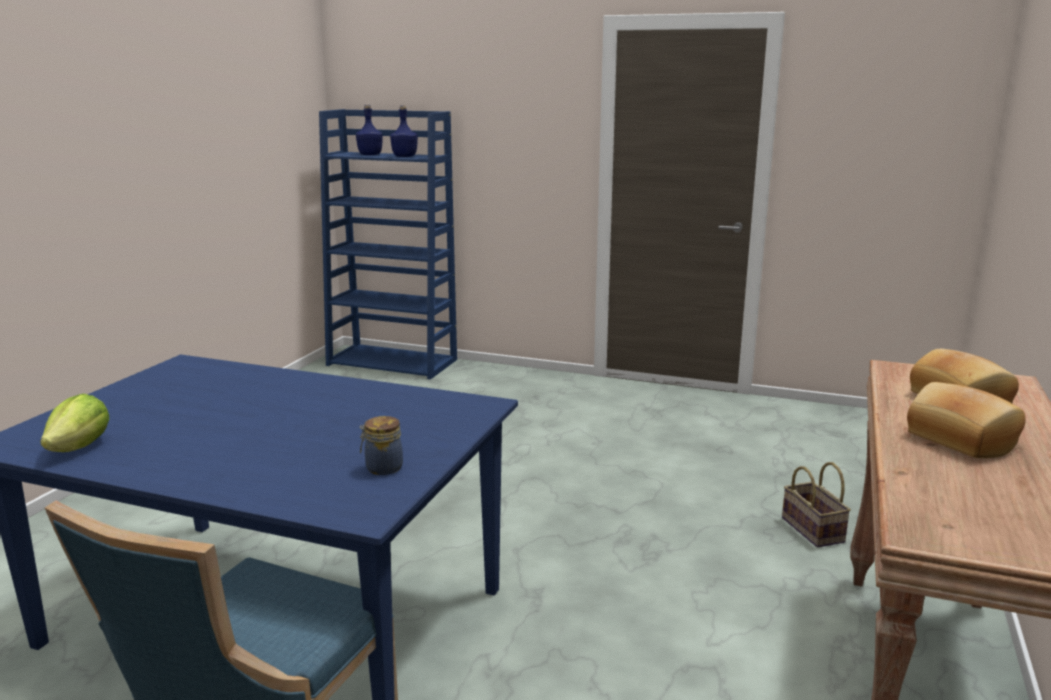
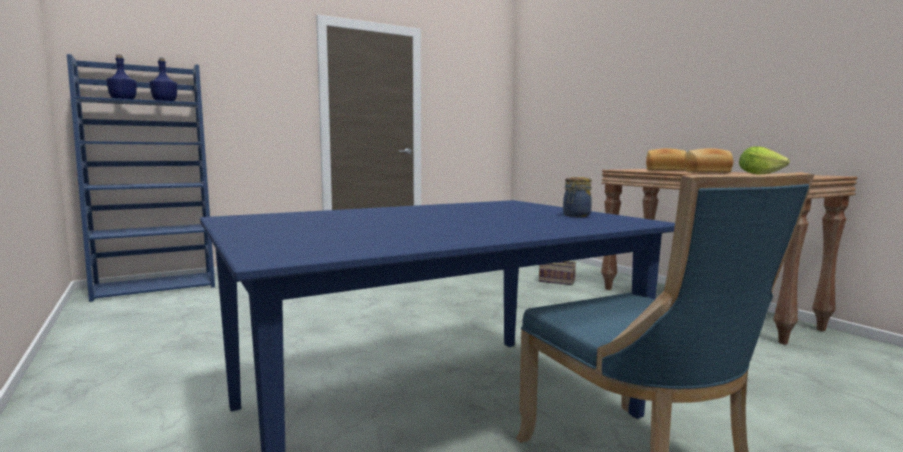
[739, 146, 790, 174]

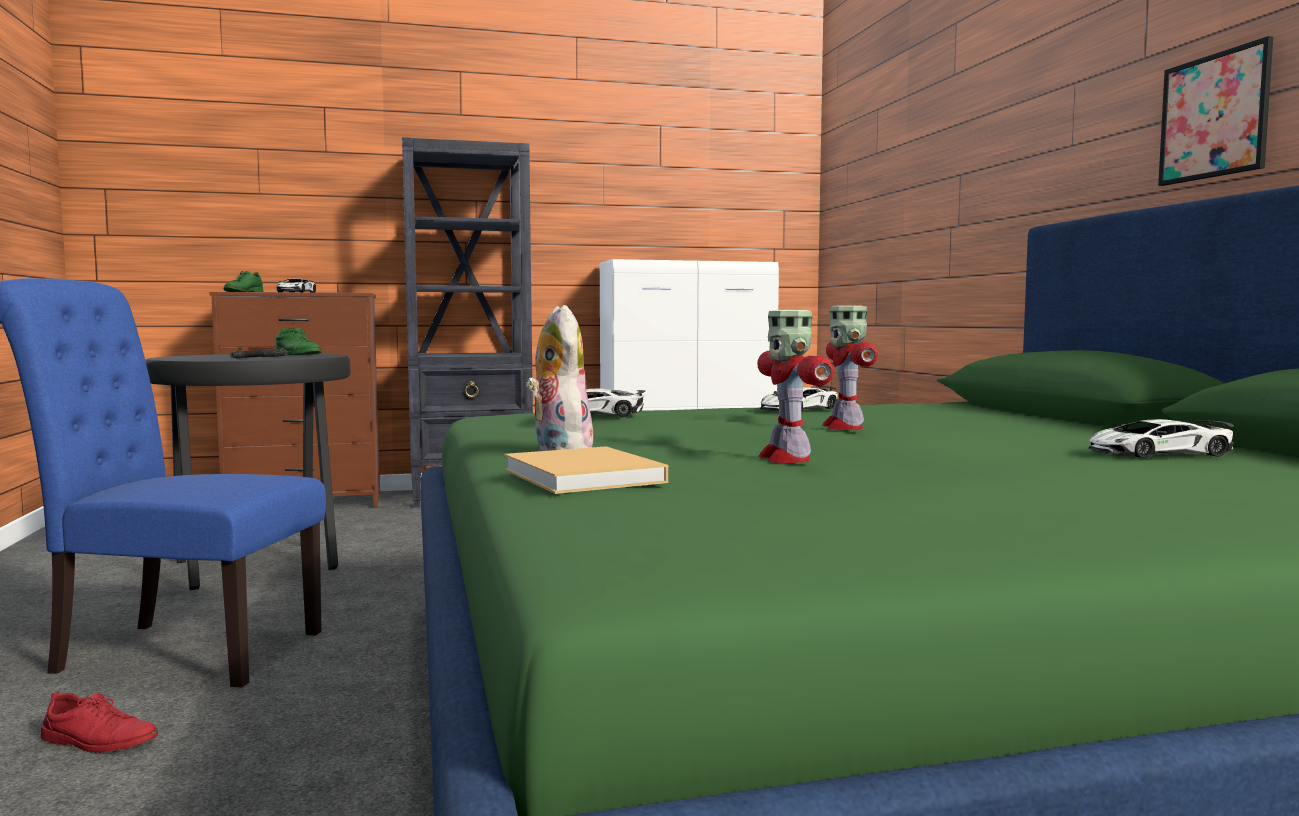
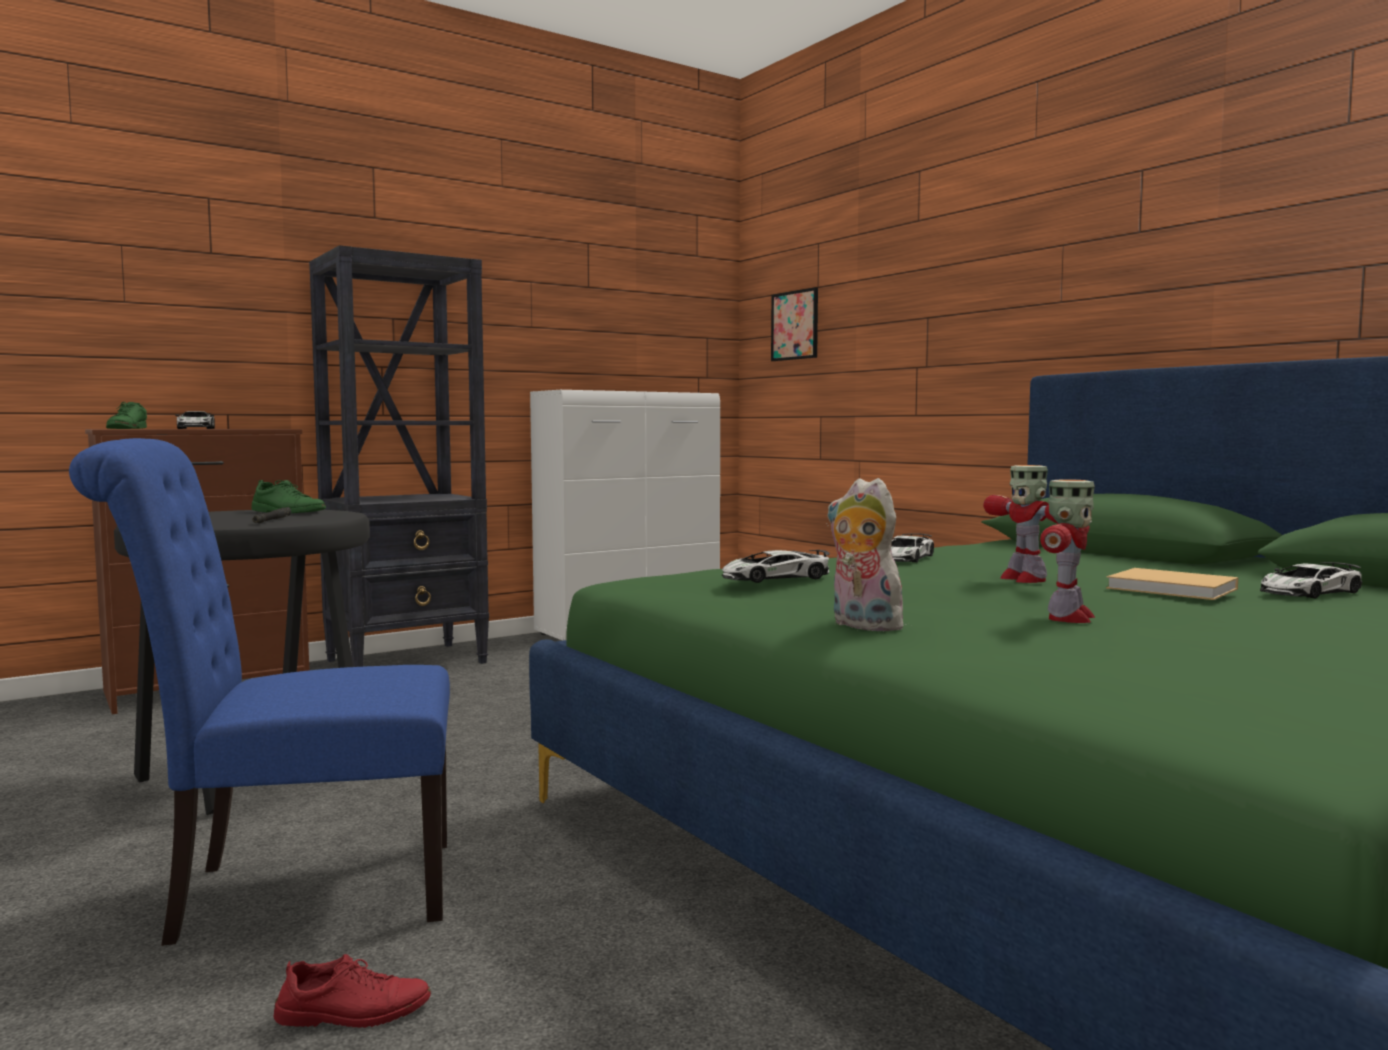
[1106, 568, 1239, 600]
[771, 287, 818, 361]
[1040, 479, 1095, 623]

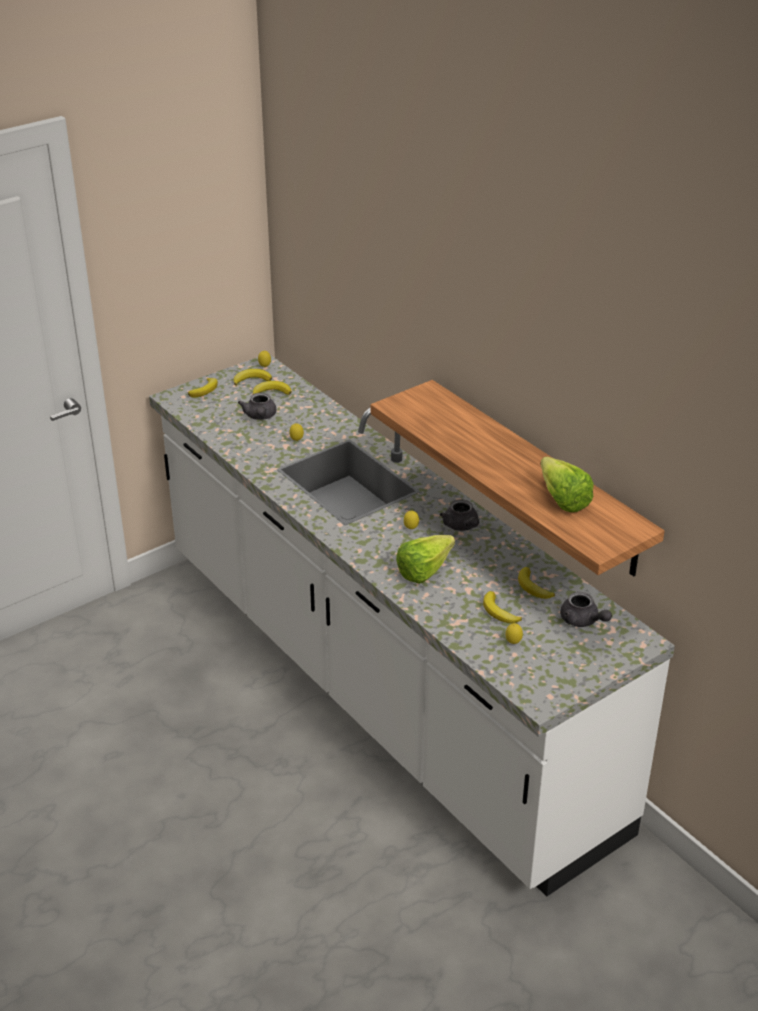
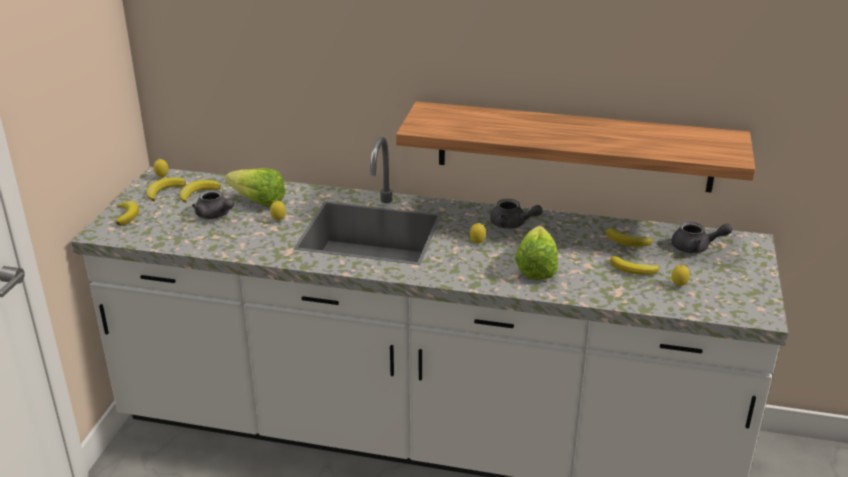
[225, 168, 285, 207]

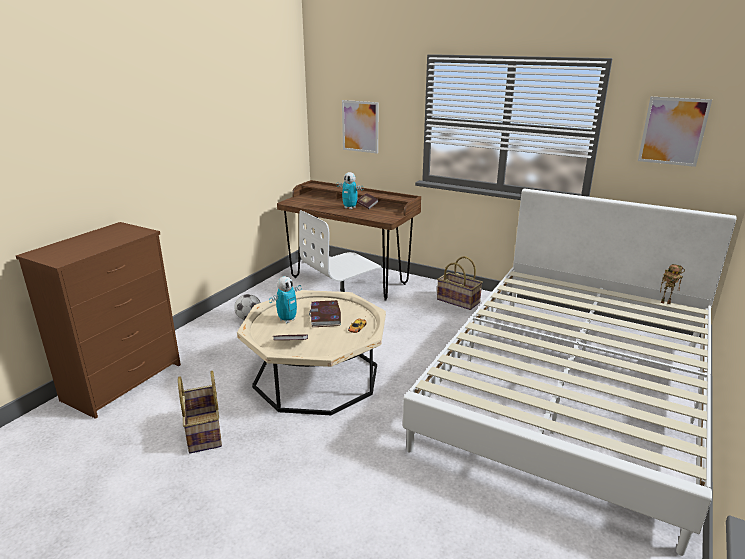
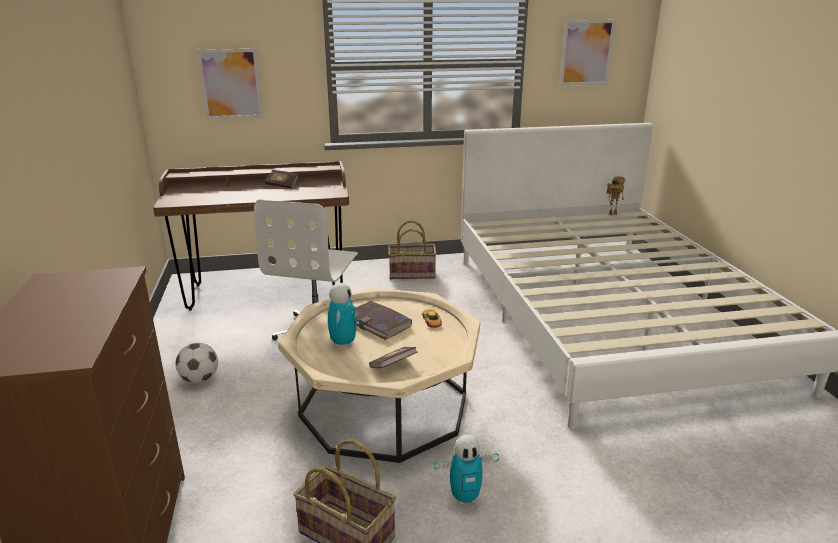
[434, 435, 499, 505]

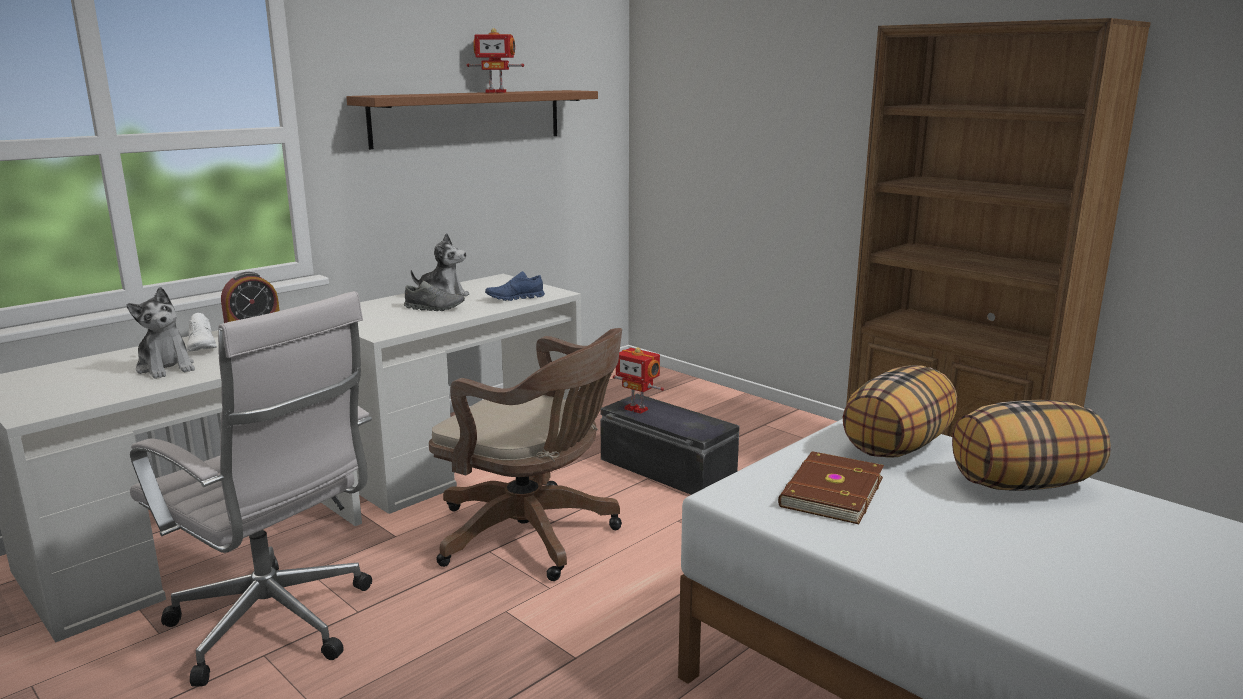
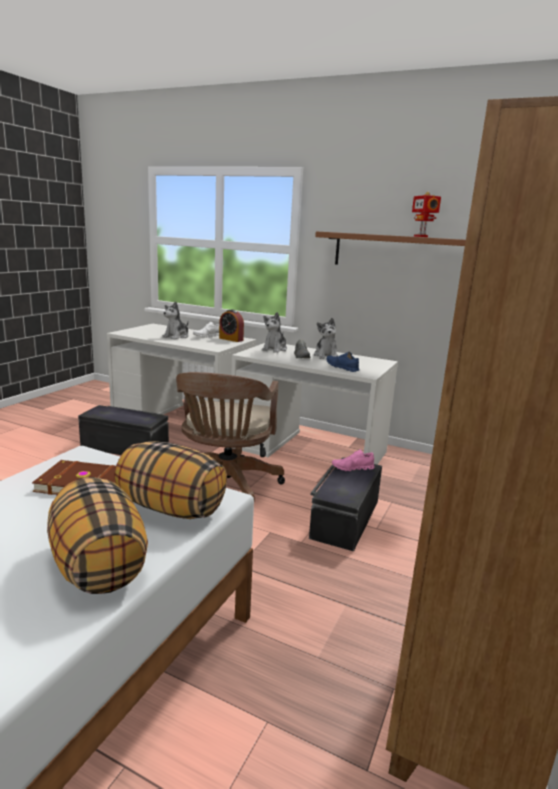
[262, 312, 287, 353]
[78, 405, 169, 455]
[332, 449, 375, 471]

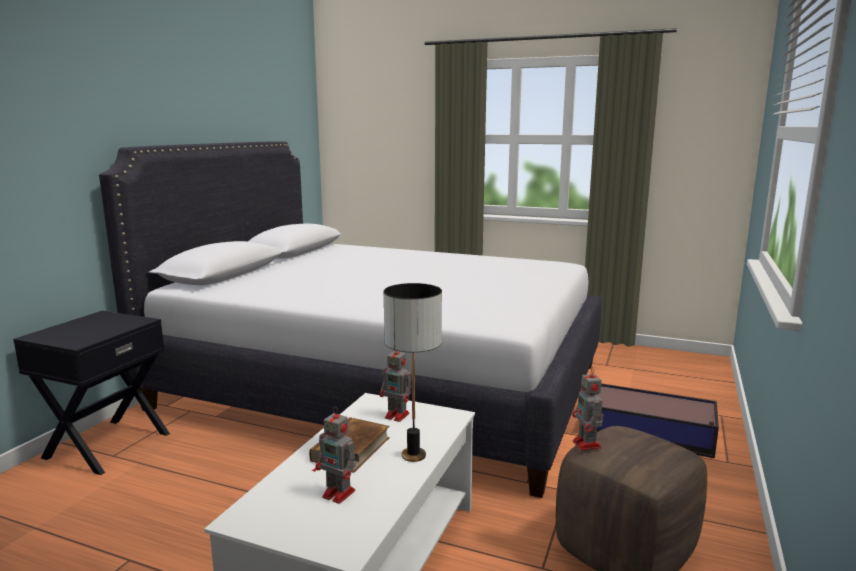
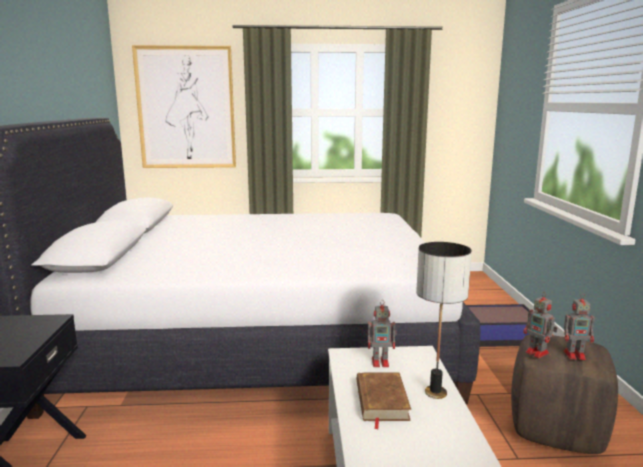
[132, 45, 236, 168]
[564, 294, 595, 360]

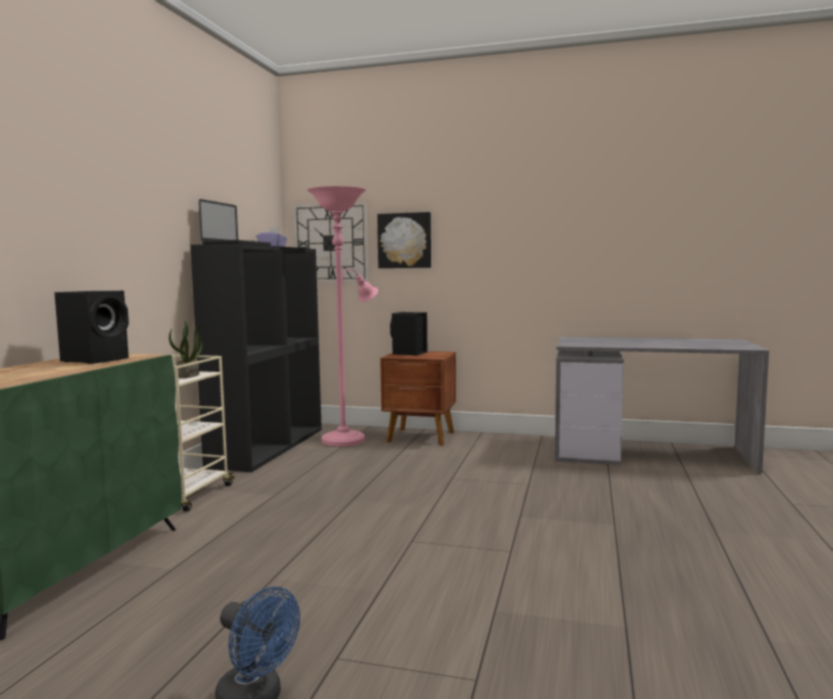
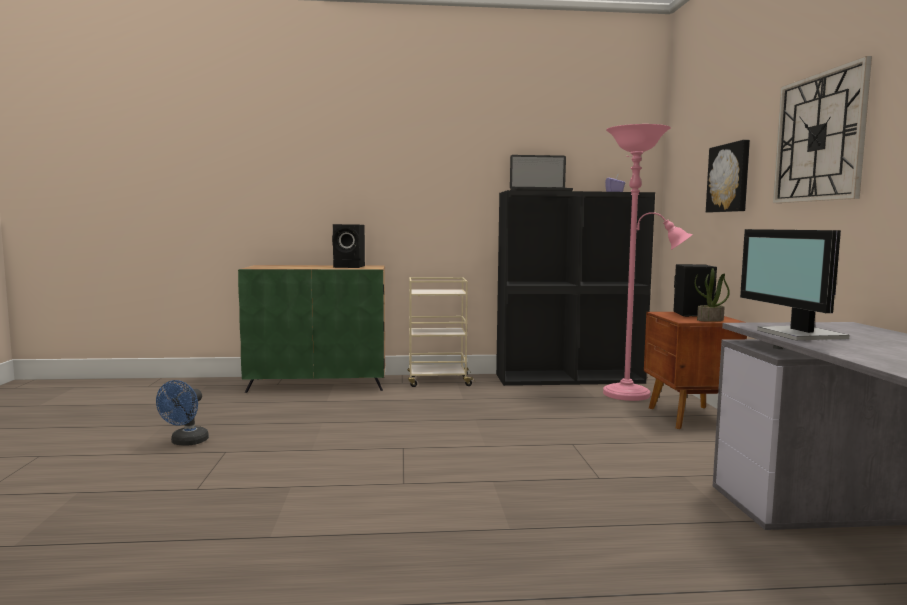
[740, 229, 849, 340]
[695, 268, 730, 322]
[773, 56, 872, 203]

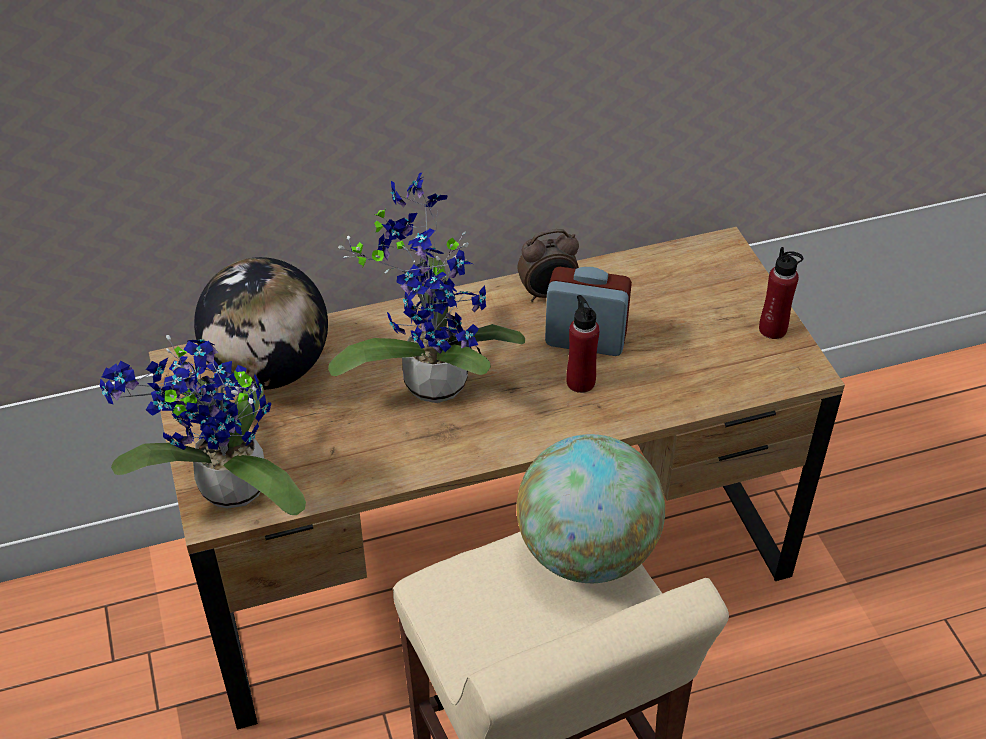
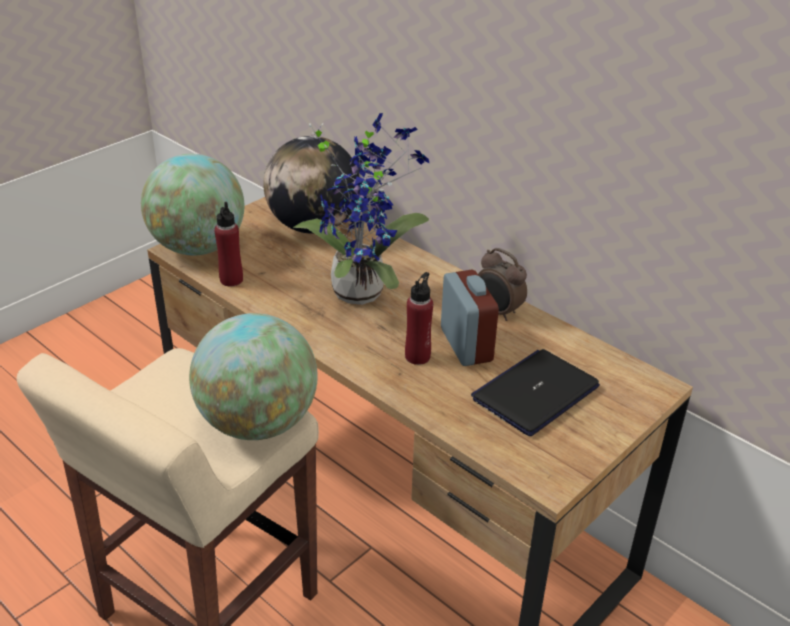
[471, 349, 600, 436]
[215, 202, 243, 287]
[141, 154, 244, 256]

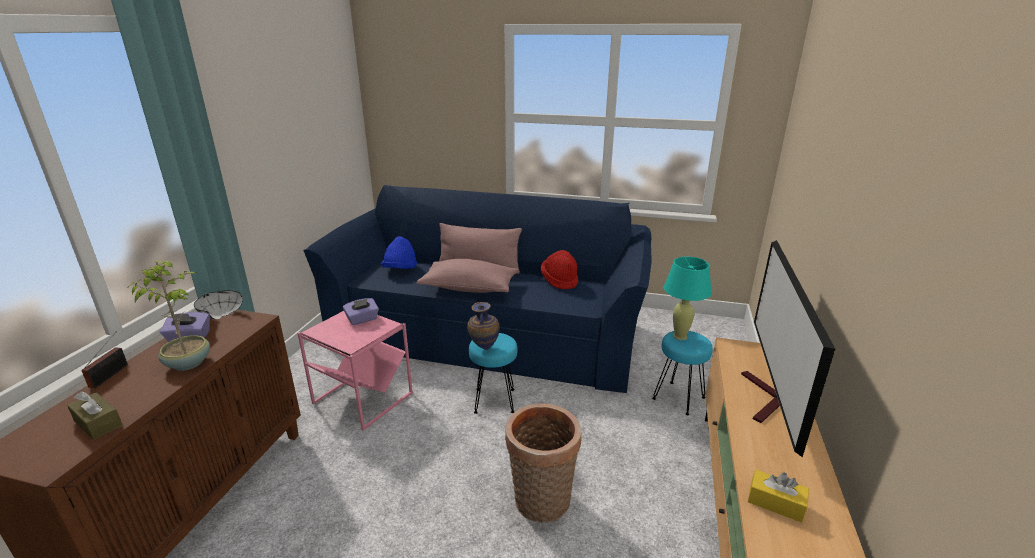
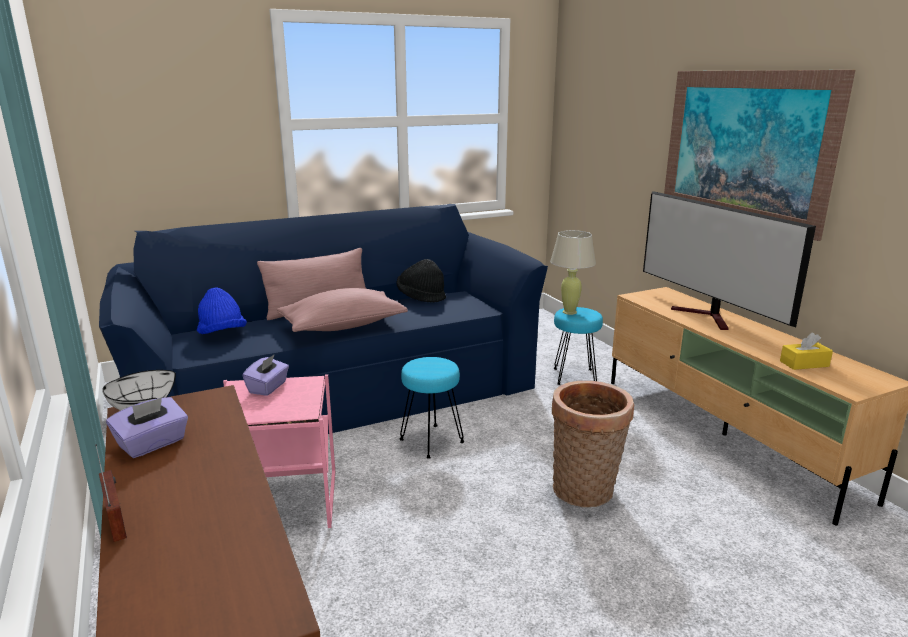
[67, 391, 123, 440] (first image)
[128, 261, 210, 371] (first image)
[467, 302, 500, 350] (first image)
[664, 70, 855, 241]
[396, 259, 446, 303]
[550, 230, 596, 315]

